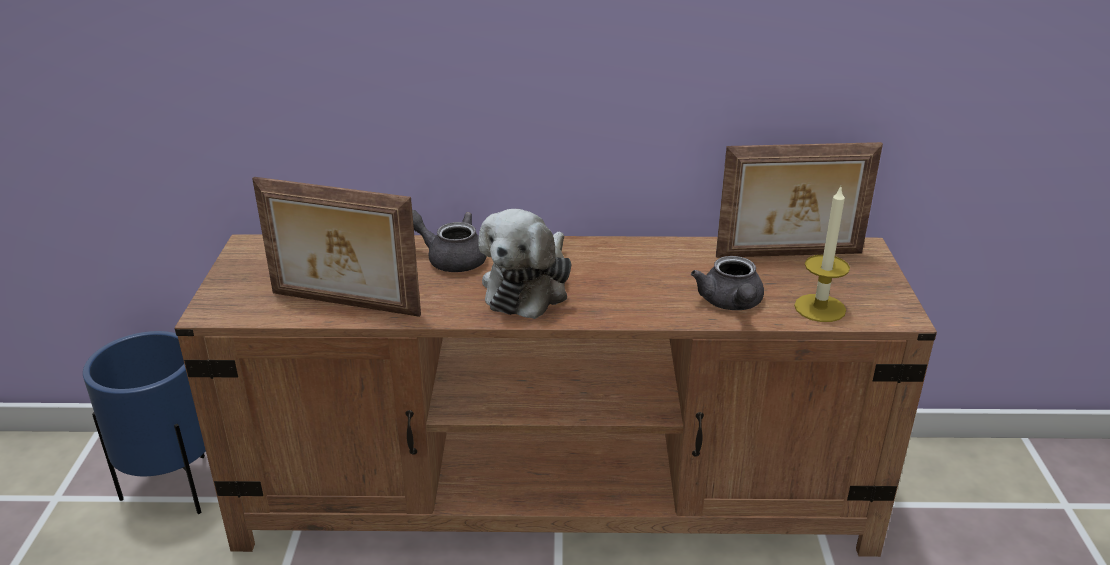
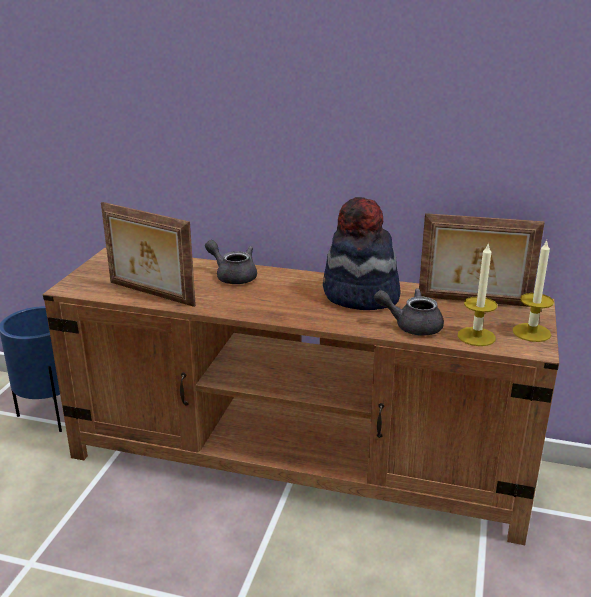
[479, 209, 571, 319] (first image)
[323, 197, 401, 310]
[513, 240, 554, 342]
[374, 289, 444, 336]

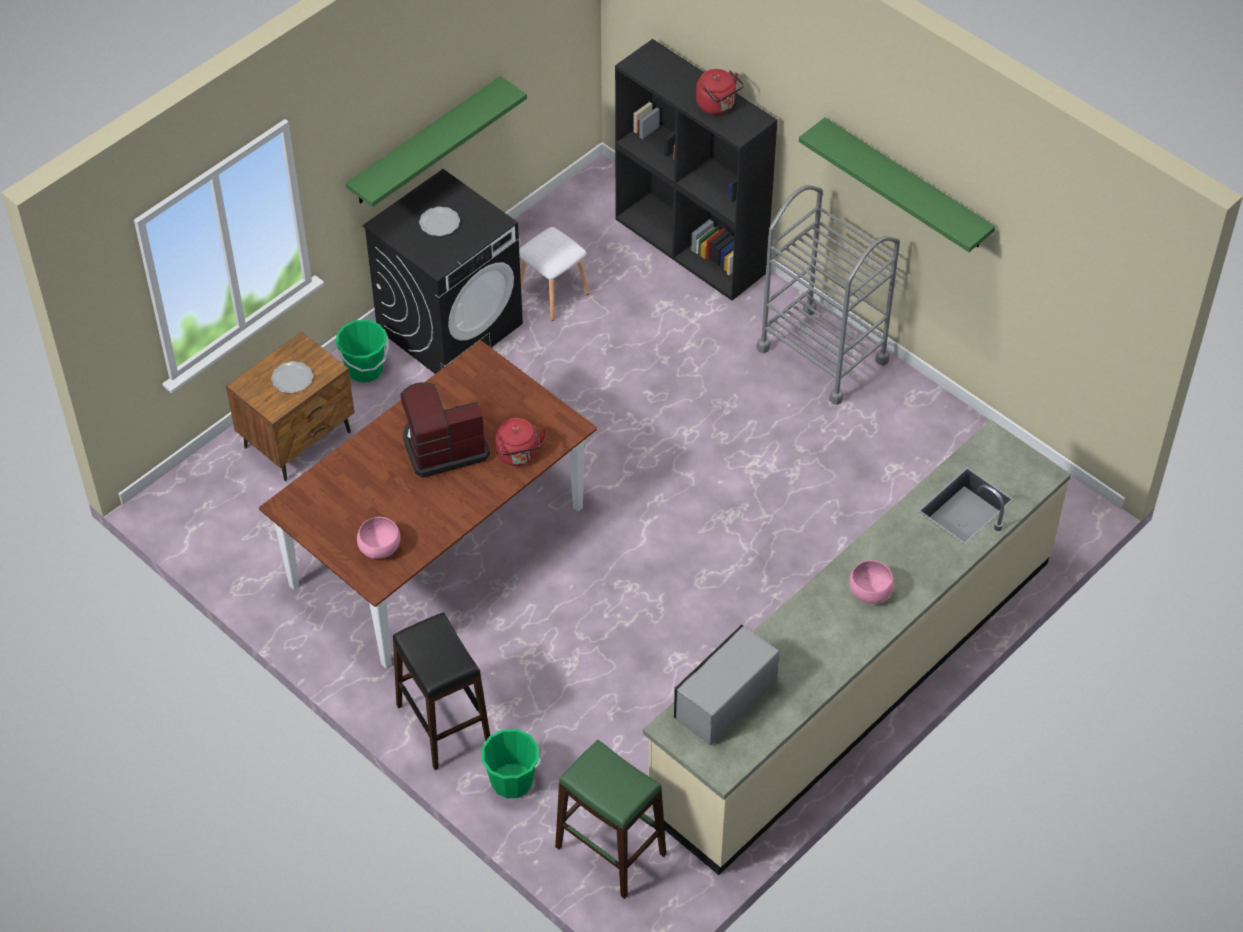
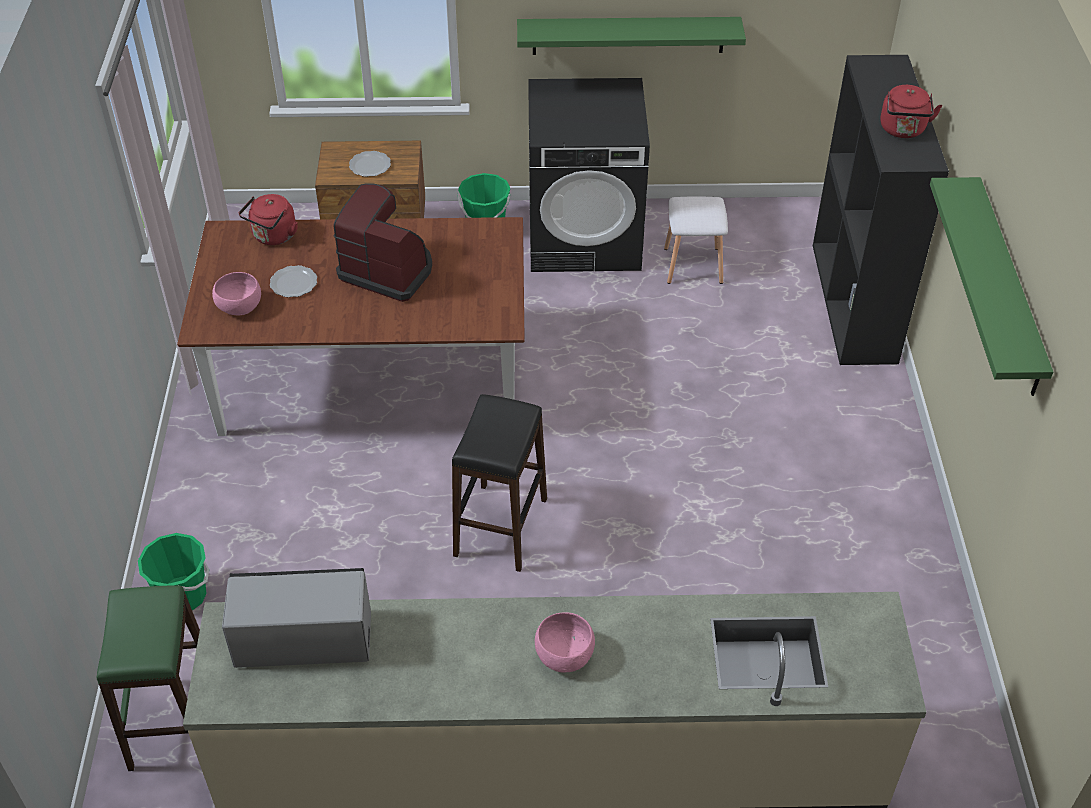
[756, 185, 900, 405] (first image)
[452, 394, 547, 572]
[270, 265, 317, 297]
[239, 194, 298, 245]

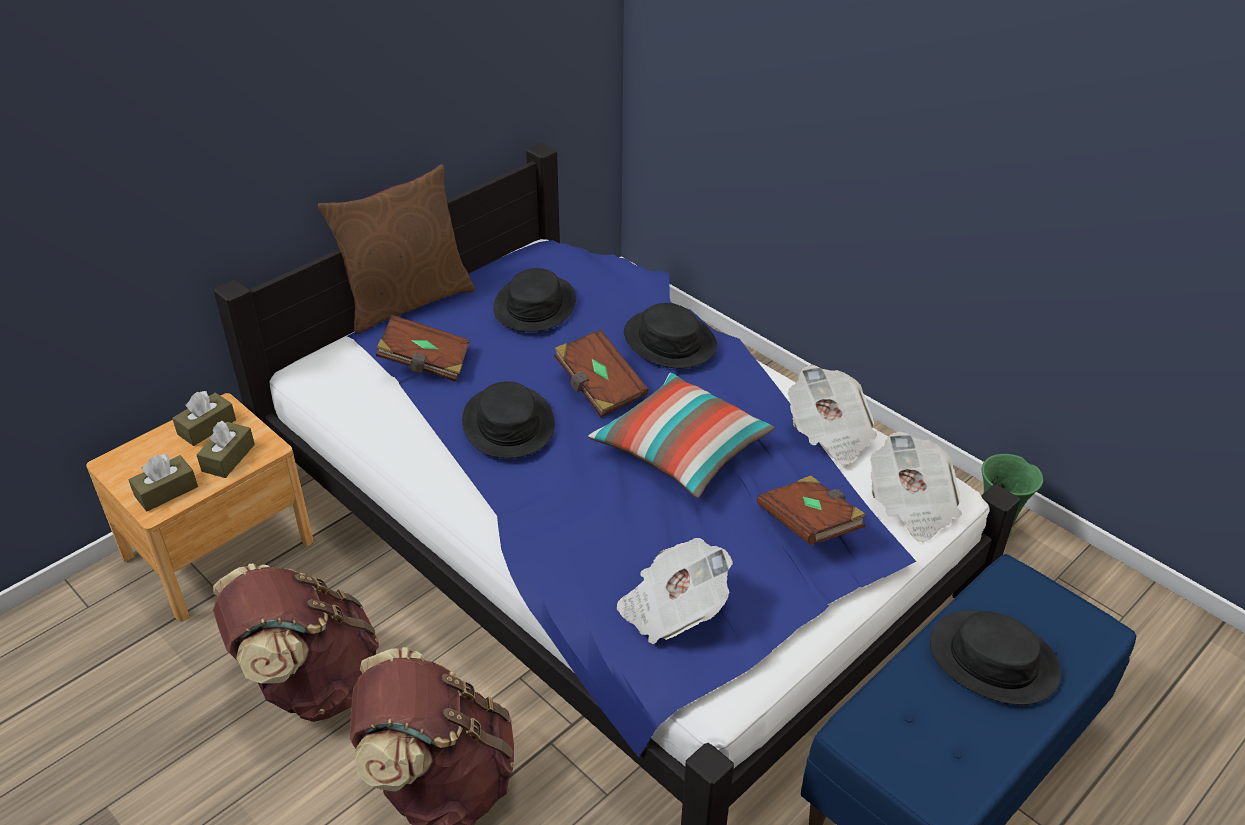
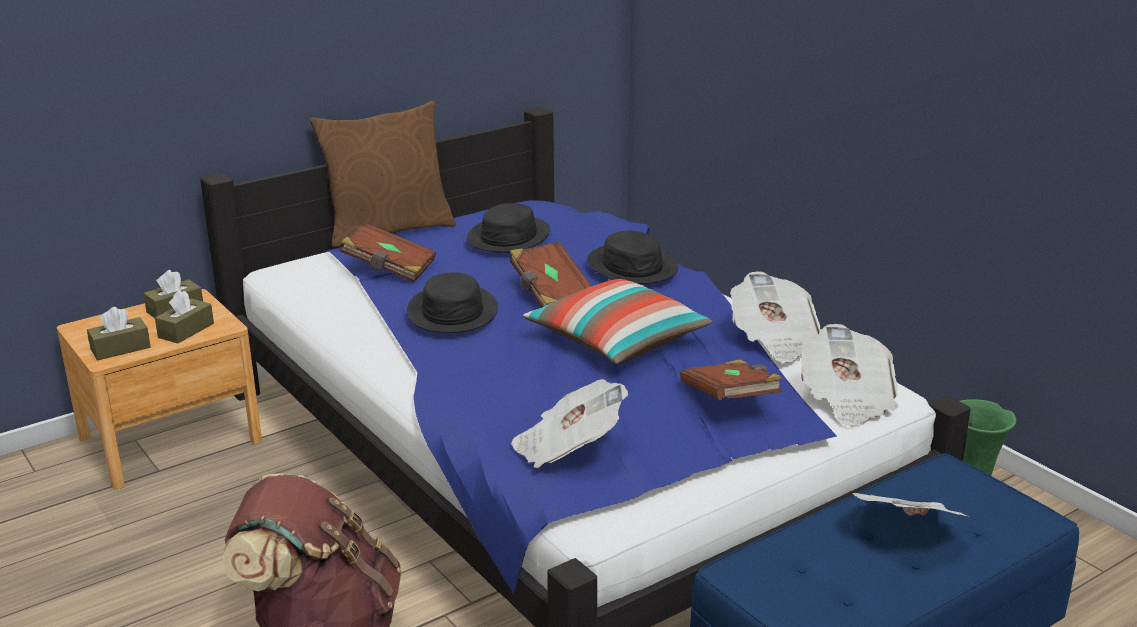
[213, 563, 379, 722] (first image)
[853, 493, 967, 516]

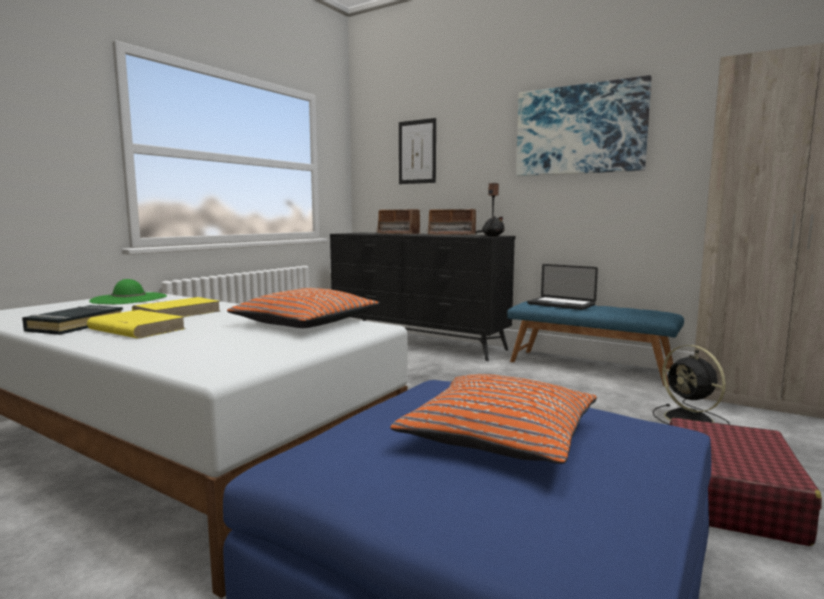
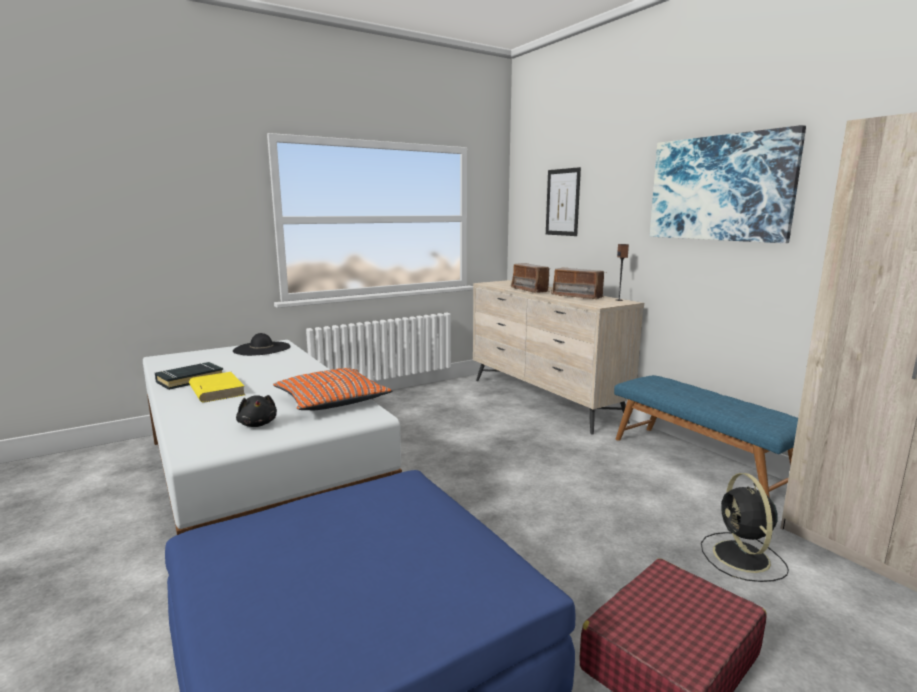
[132, 297, 219, 317] (first image)
[390, 374, 597, 464] (first image)
[527, 264, 598, 310] (first image)
[236, 395, 277, 427]
[233, 333, 291, 356]
[473, 280, 644, 435]

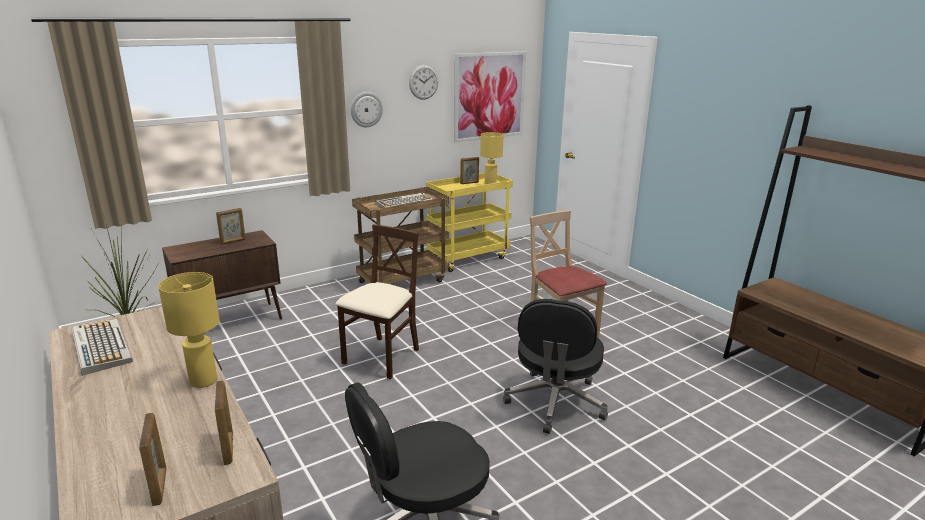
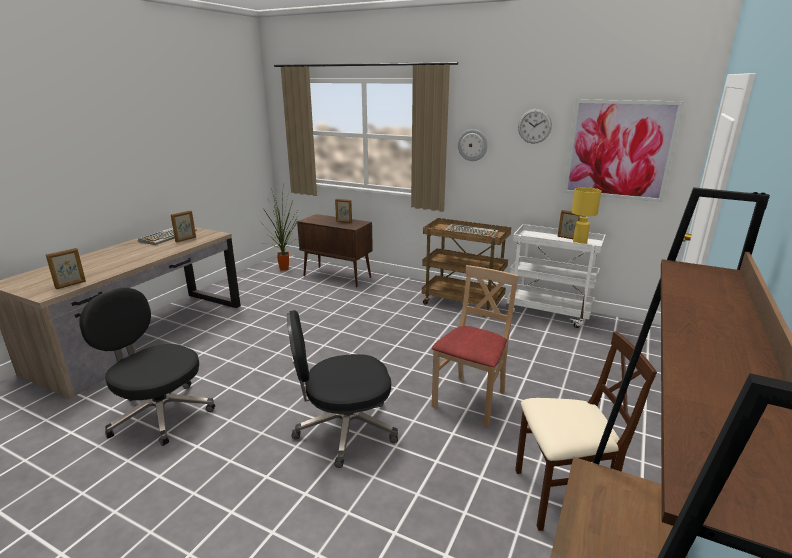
[158, 272, 220, 388] (first image)
[171, 210, 196, 242]
[515, 331, 657, 531]
[507, 224, 606, 328]

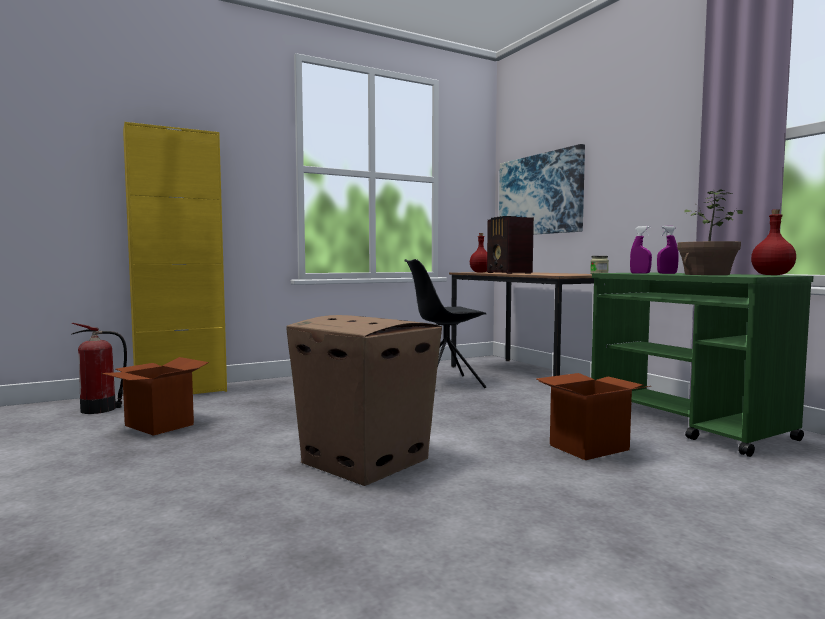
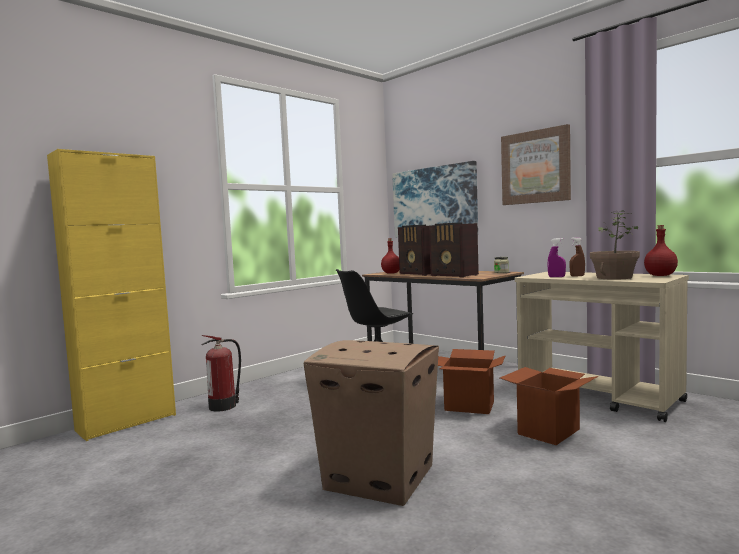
[429, 223, 479, 278]
[501, 124, 571, 205]
[201, 335, 241, 411]
[438, 349, 505, 414]
[515, 272, 689, 422]
[570, 237, 585, 277]

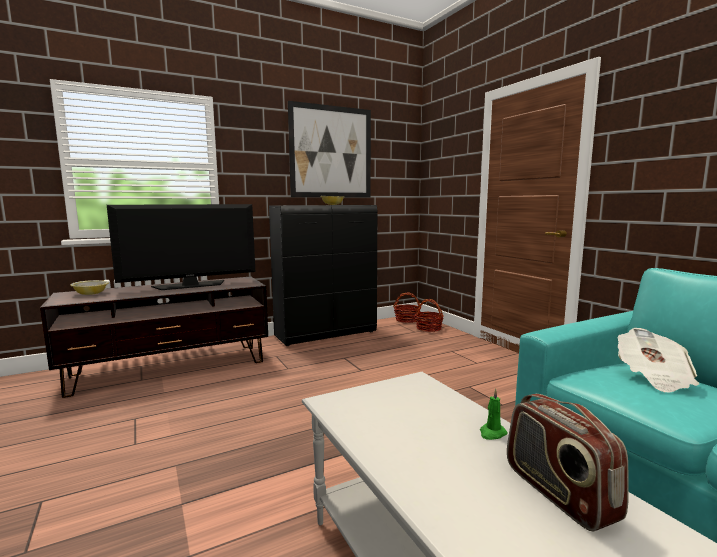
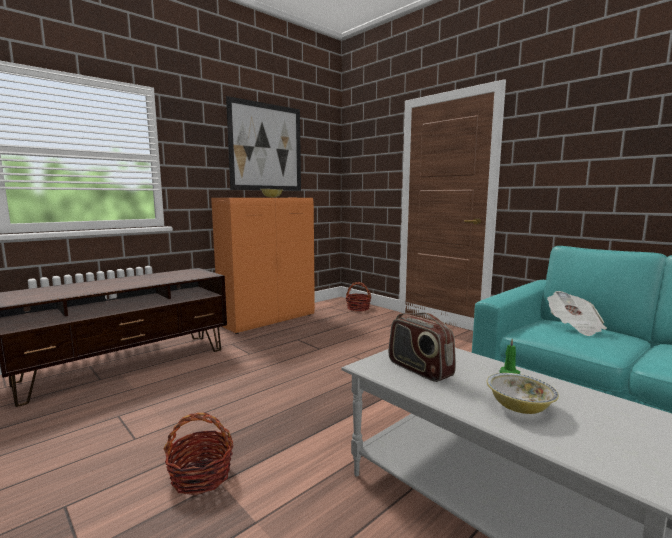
[107, 204, 255, 290] (first image)
[487, 373, 559, 414]
[163, 413, 234, 495]
[389, 312, 456, 382]
[211, 198, 315, 334]

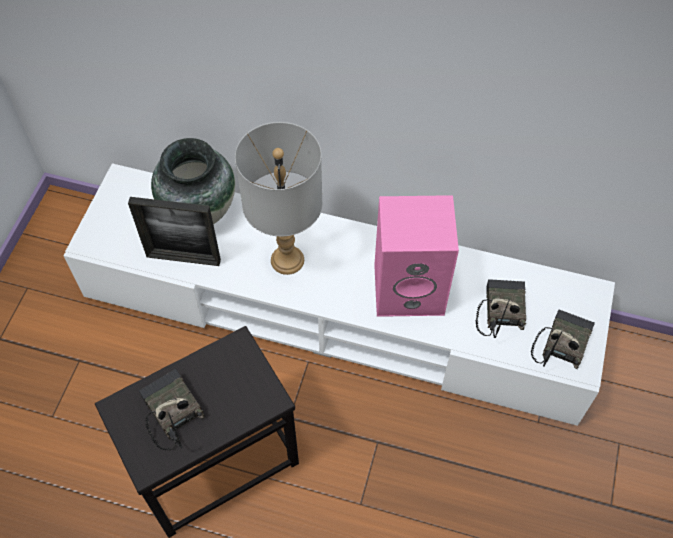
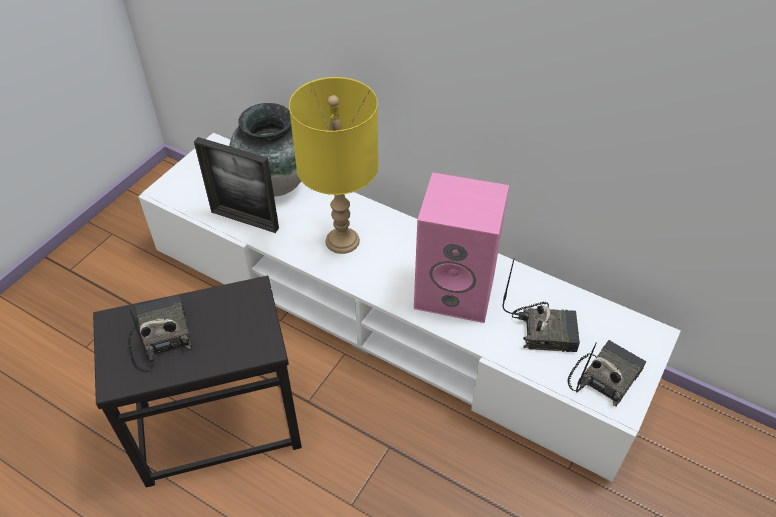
[289, 77, 378, 254]
[502, 258, 580, 352]

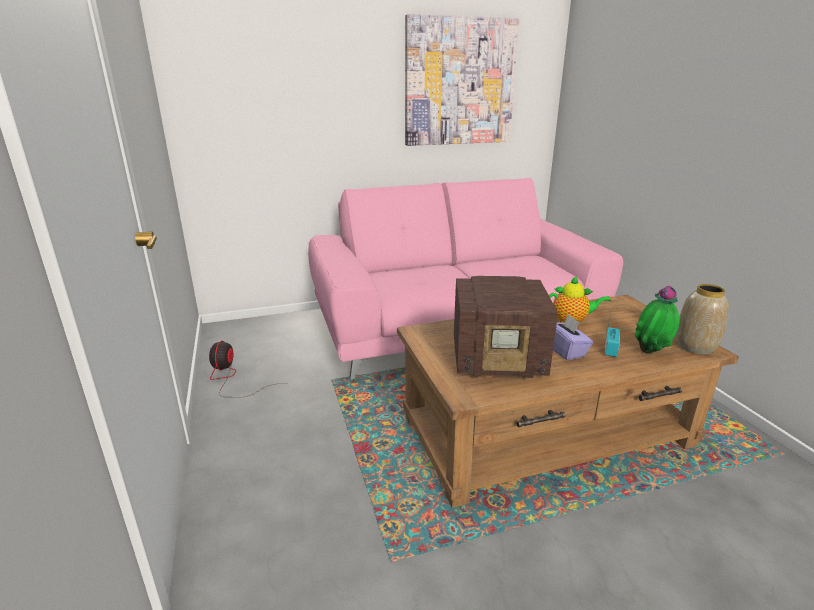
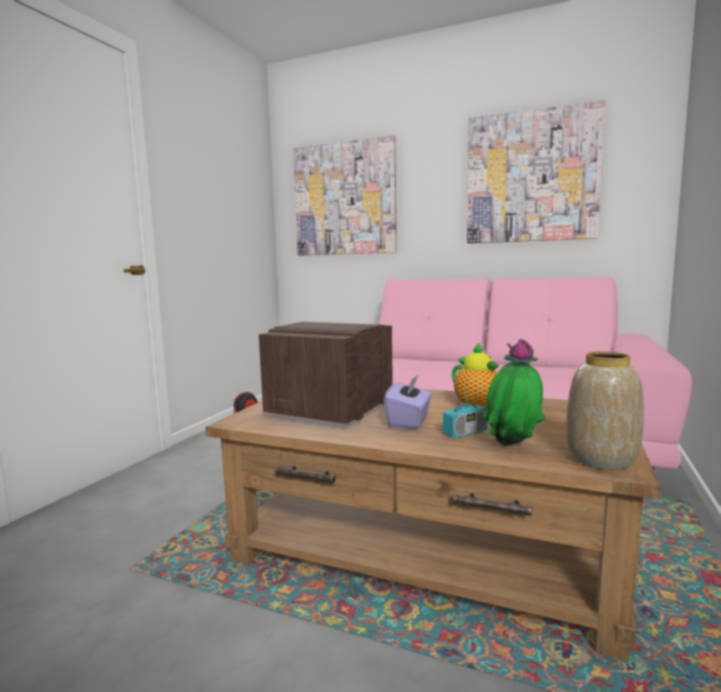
[293, 135, 397, 255]
[259, 322, 393, 424]

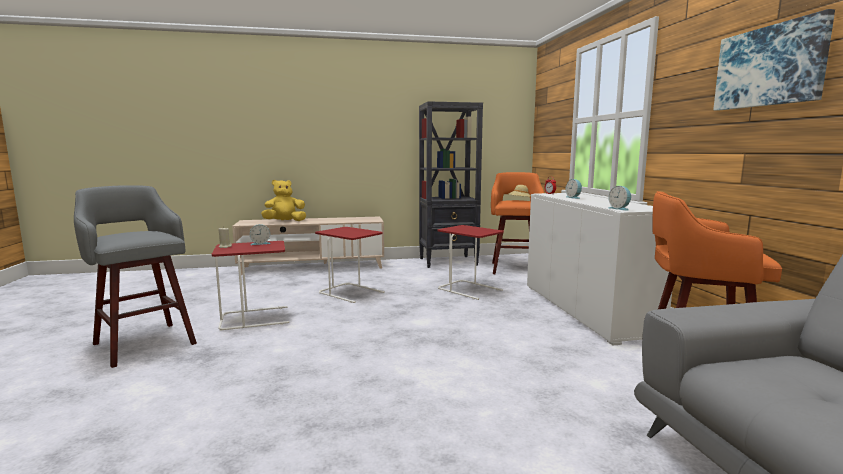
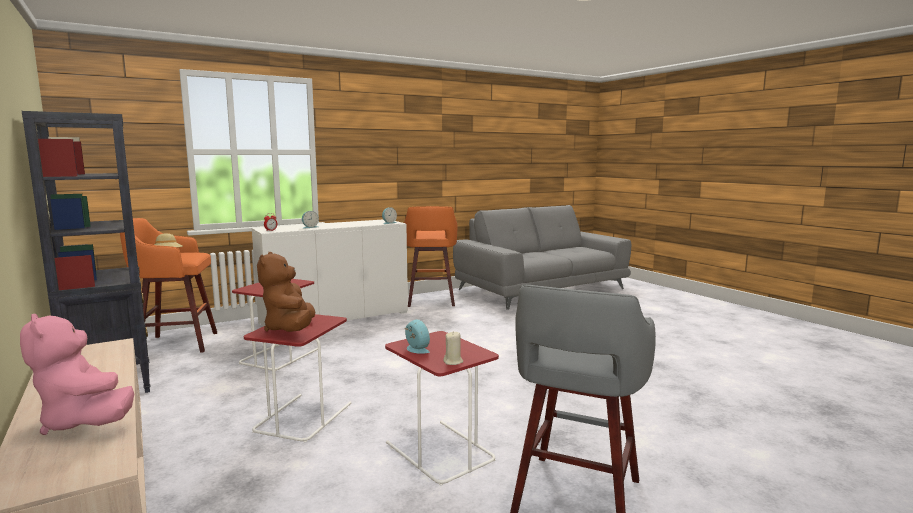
[713, 9, 835, 111] (first image)
[257, 252, 315, 332]
[20, 314, 134, 435]

